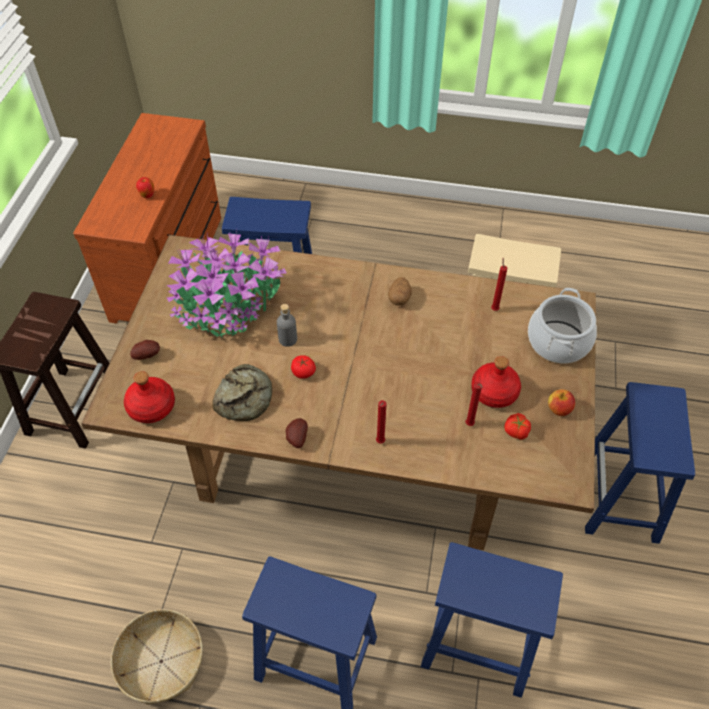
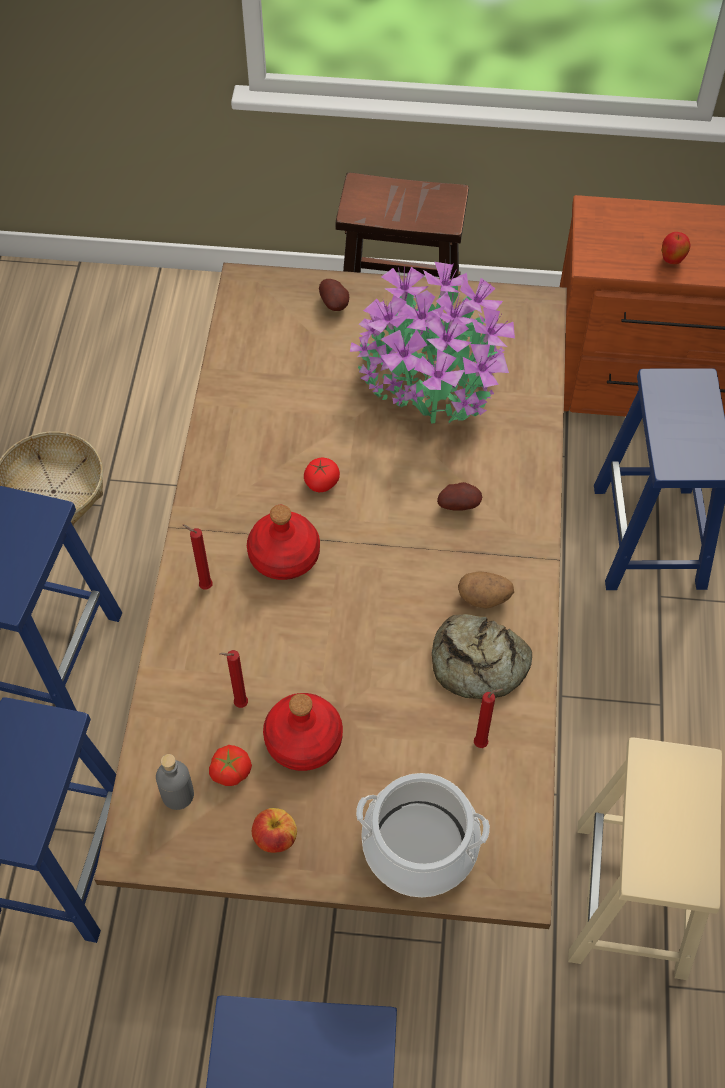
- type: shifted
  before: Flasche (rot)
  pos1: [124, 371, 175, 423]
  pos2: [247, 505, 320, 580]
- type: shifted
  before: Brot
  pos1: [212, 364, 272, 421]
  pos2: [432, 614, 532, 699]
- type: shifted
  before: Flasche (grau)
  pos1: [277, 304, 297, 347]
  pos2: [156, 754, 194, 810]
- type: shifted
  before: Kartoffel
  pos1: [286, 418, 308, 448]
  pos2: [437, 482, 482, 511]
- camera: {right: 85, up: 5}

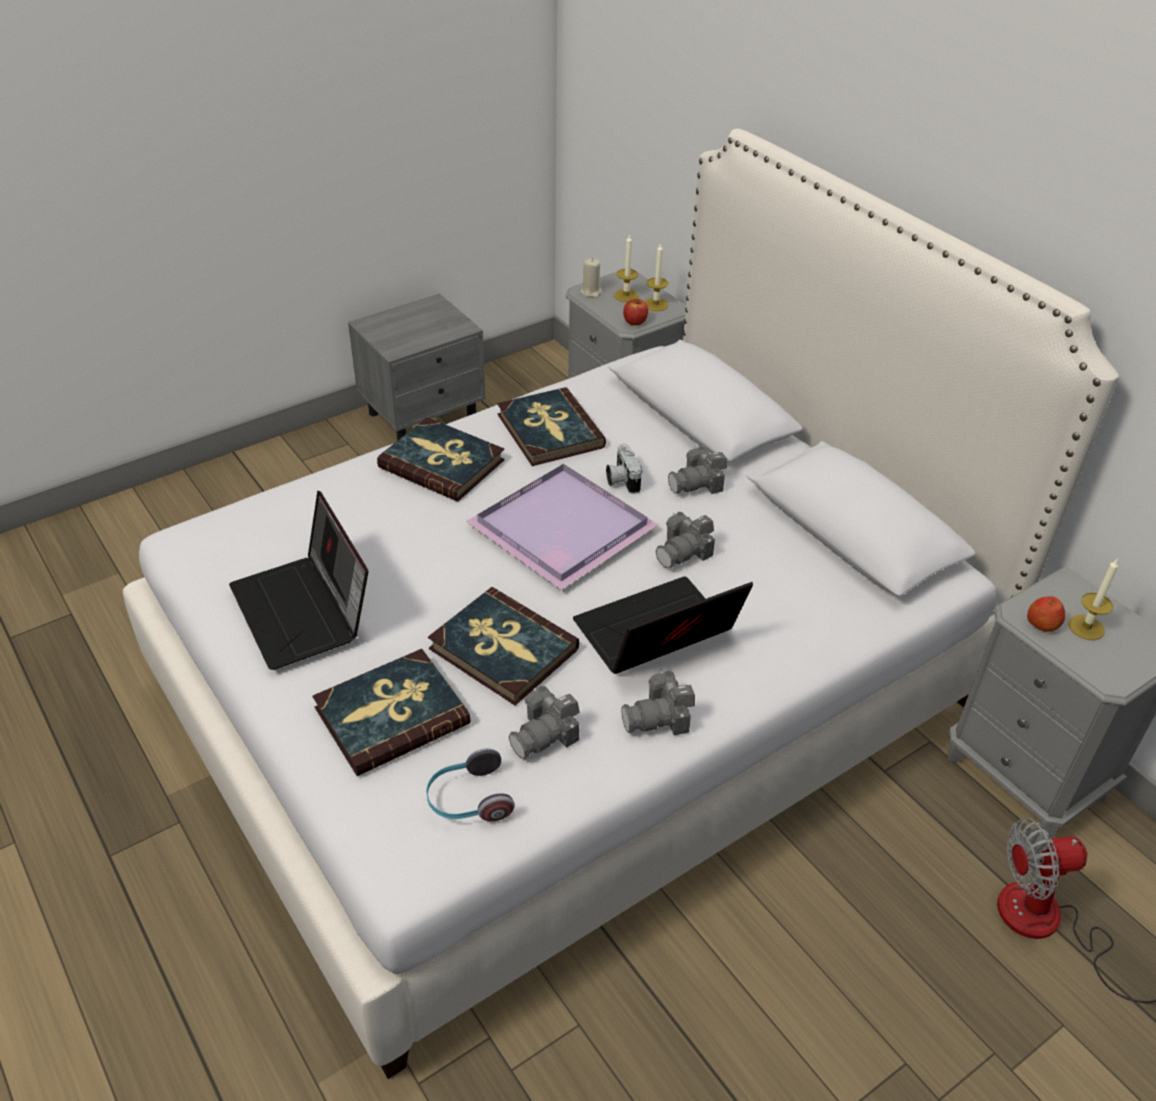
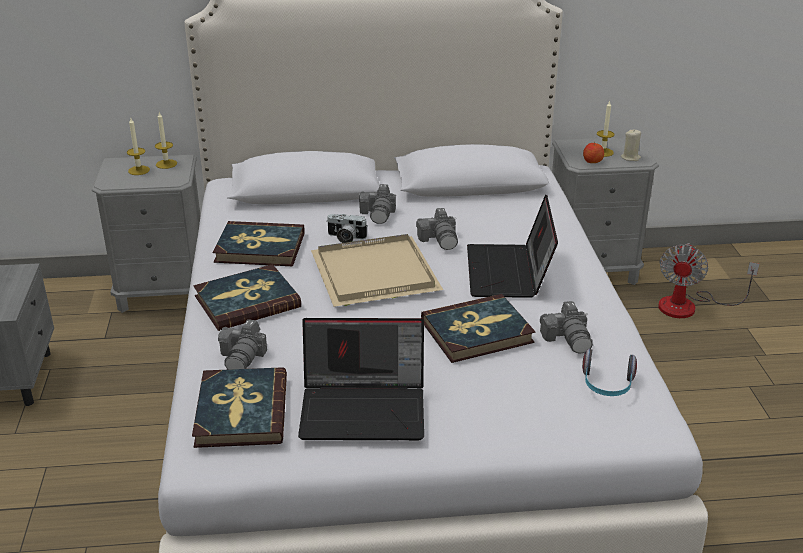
- type: shifted
  before: Buch
  pos1: [312, 649, 471, 776]
  pos2: [192, 367, 287, 448]
- type: repainted
  before: Tablett (lila)
  after: Tablett (beige)
  pos1: [466, 464, 658, 590]
  pos2: [311, 234, 443, 307]
- type: shifted
  before: Kerze (beige)
  pos1: [581, 258, 602, 298]
  pos2: [621, 129, 641, 161]
- type: shifted
  before: Kamera
  pos1: [621, 671, 695, 735]
  pos2: [218, 319, 267, 370]
- type: gone
  before: Apfel
  pos1: [623, 299, 648, 326]
- camera: {right: -60, up: -10}

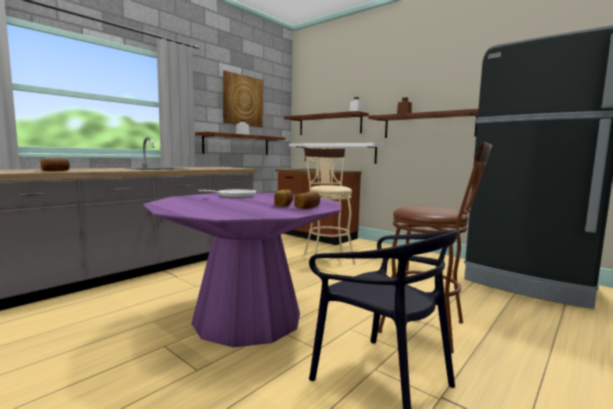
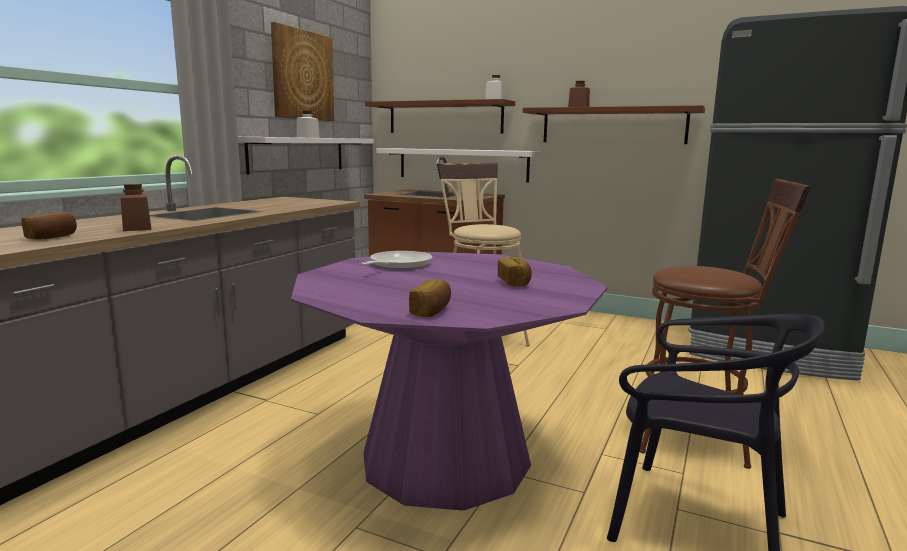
- type: repainted
  before: Wandregal (braun)
  after: Wandregal (weiß)
  pos1: [195, 132, 285, 155]
  pos2: [238, 137, 374, 175]
- type: shifted
  before: Brot
  pos1: [294, 192, 320, 209]
  pos2: [409, 279, 451, 317]
- type: new
  after: Vorratsglas (braun)
  pos2: [120, 184, 151, 231]
- camera: {right: -15, up: 5}

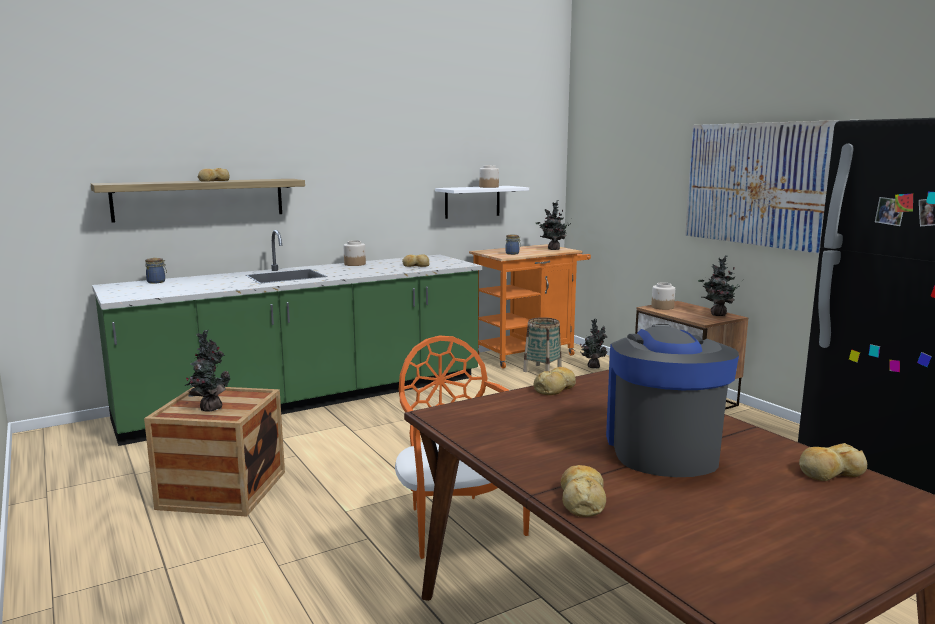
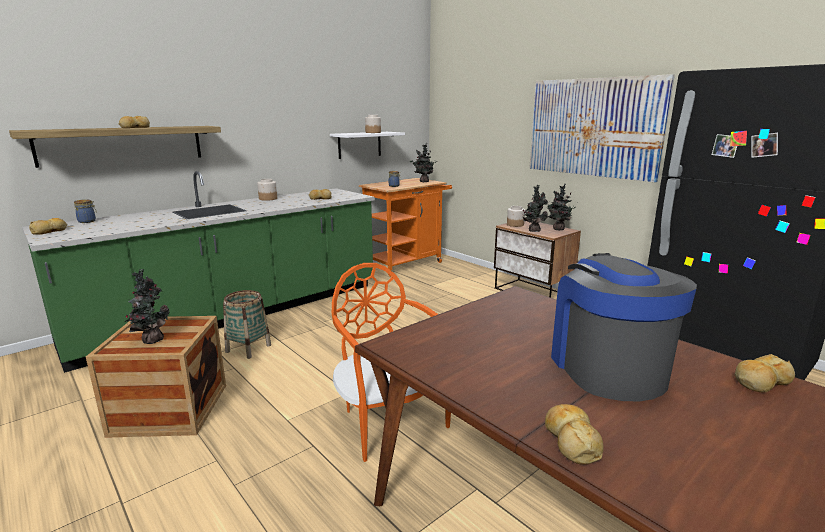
- type: shifted
  before: Korb
  pos1: [523, 317, 562, 372]
  pos2: [223, 290, 271, 359]
- type: shifted
  before: Brot
  pos1: [534, 367, 576, 395]
  pos2: [29, 218, 67, 235]
- type: shifted
  before: Topfpflanze
  pos1: [580, 319, 608, 368]
  pos2: [523, 185, 548, 232]
- camera: {right: -10, up: 5}

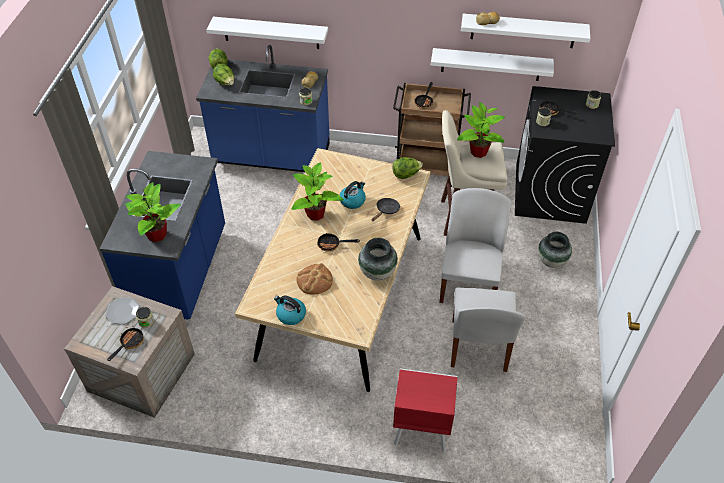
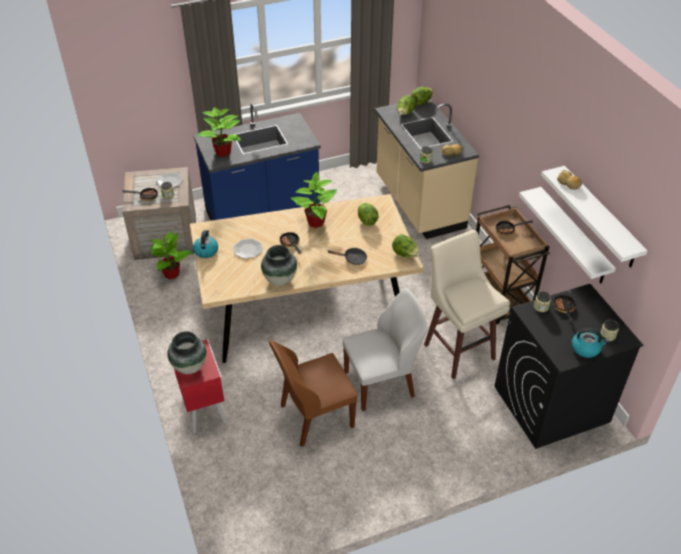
- type: repainted
  before: Küchenzeile (blau)
  after: Küchenzeile (beige)
  pos1: [196, 45, 330, 172]
  pos2: [375, 99, 479, 239]
- type: gone
  before: Wandregal (weiß)
  pos1: [207, 17, 328, 49]
- type: swapped
  before: Brot
  after: Teller
  pos1: [296, 263, 333, 294]
  pos2: [233, 238, 263, 259]
- type: shifted
  before: Wasserkessel
  pos1: [340, 181, 366, 209]
  pos2: [572, 328, 609, 358]
- type: repainted
  before: Stuhl (weiß)
  after: Stuhl (braun)
  pos1: [451, 288, 526, 372]
  pos2: [269, 340, 357, 447]
- type: shifted
  before: Topfpflanze
  pos1: [457, 102, 505, 158]
  pos2: [150, 231, 192, 279]
- type: shifted
  before: Vase
  pos1: [538, 232, 572, 268]
  pos2: [167, 331, 207, 374]
- type: new
  after: Salatkopf
  pos2: [358, 202, 378, 226]
- camera: {right: 60, up: -5}

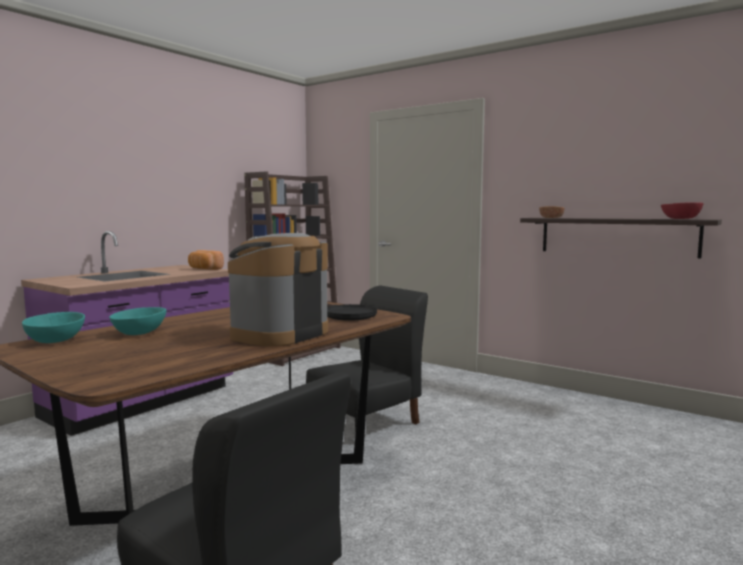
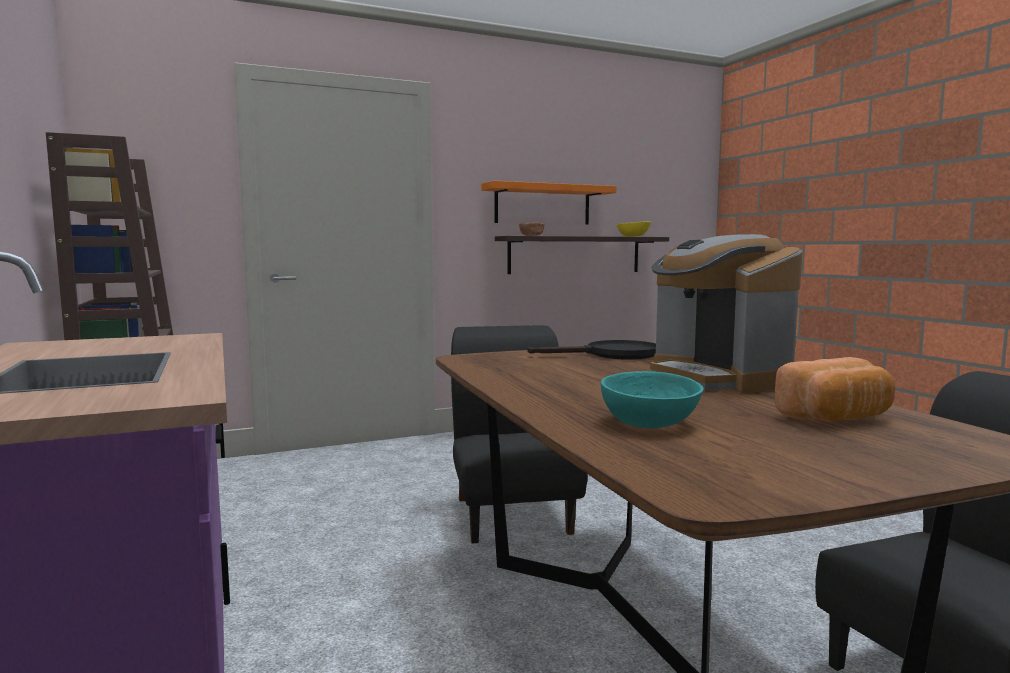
- type: gone
  before: Schüssel (türkis)
  pos1: [22, 312, 85, 343]
- type: shifted
  before: Brot
  pos1: [188, 250, 224, 270]
  pos2: [775, 357, 895, 422]
- type: repainted
  before: Schüssel (rot)
  after: Schüssel (gelb)
  pos1: [661, 202, 704, 219]
  pos2: [617, 221, 651, 237]
- type: new
  after: Wandregal (orange)
  pos2: [481, 181, 617, 225]
- camera: {right: -60, up: 0}

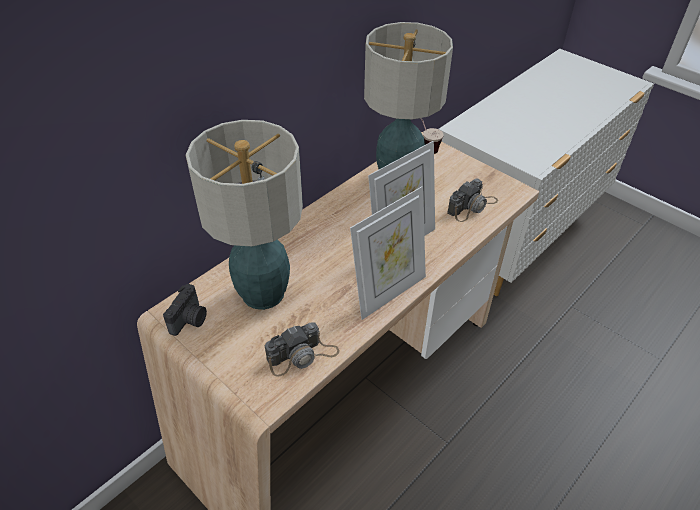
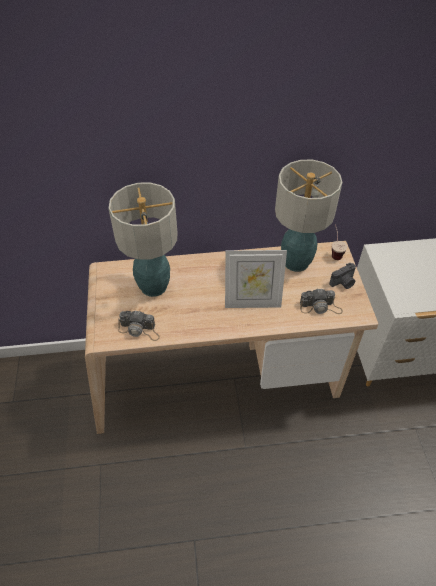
- type: shifted
  before: Kamera
  pos1: [163, 284, 207, 336]
  pos2: [329, 263, 356, 289]
- type: gone
  before: Bilderrahmen
  pos1: [350, 186, 426, 320]
- camera: {right: 40, up: 5}

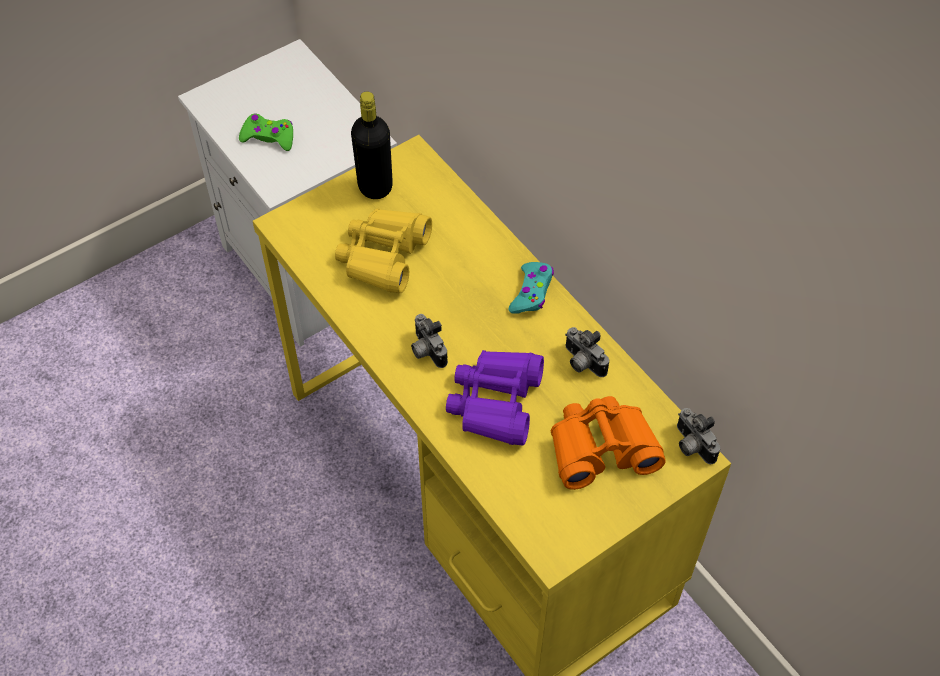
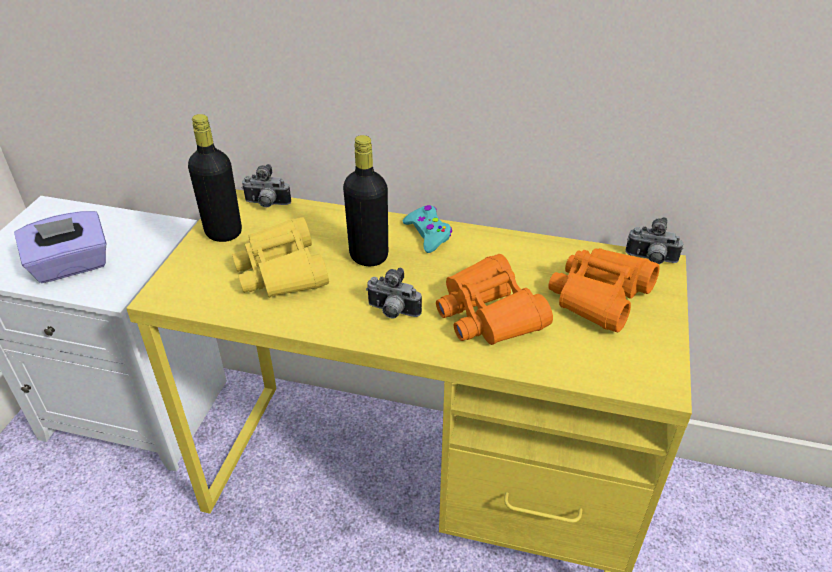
- type: swapped
  before: Gamepad (grün)
  after: Taschentuchbox (lila)
  pos1: [239, 114, 293, 151]
  pos2: [14, 211, 106, 283]
- type: repainted
  before: Fernglas (lila)
  after: Fernglas (orange)
  pos1: [446, 350, 544, 445]
  pos2: [436, 254, 553, 345]
- type: shifted
  before: Kamera
  pos1: [565, 327, 609, 377]
  pos2: [242, 164, 291, 207]
- type: new
  after: Flasche (schwarz)
  pos2: [343, 135, 388, 266]
- camera: {right: -40, up: -15}

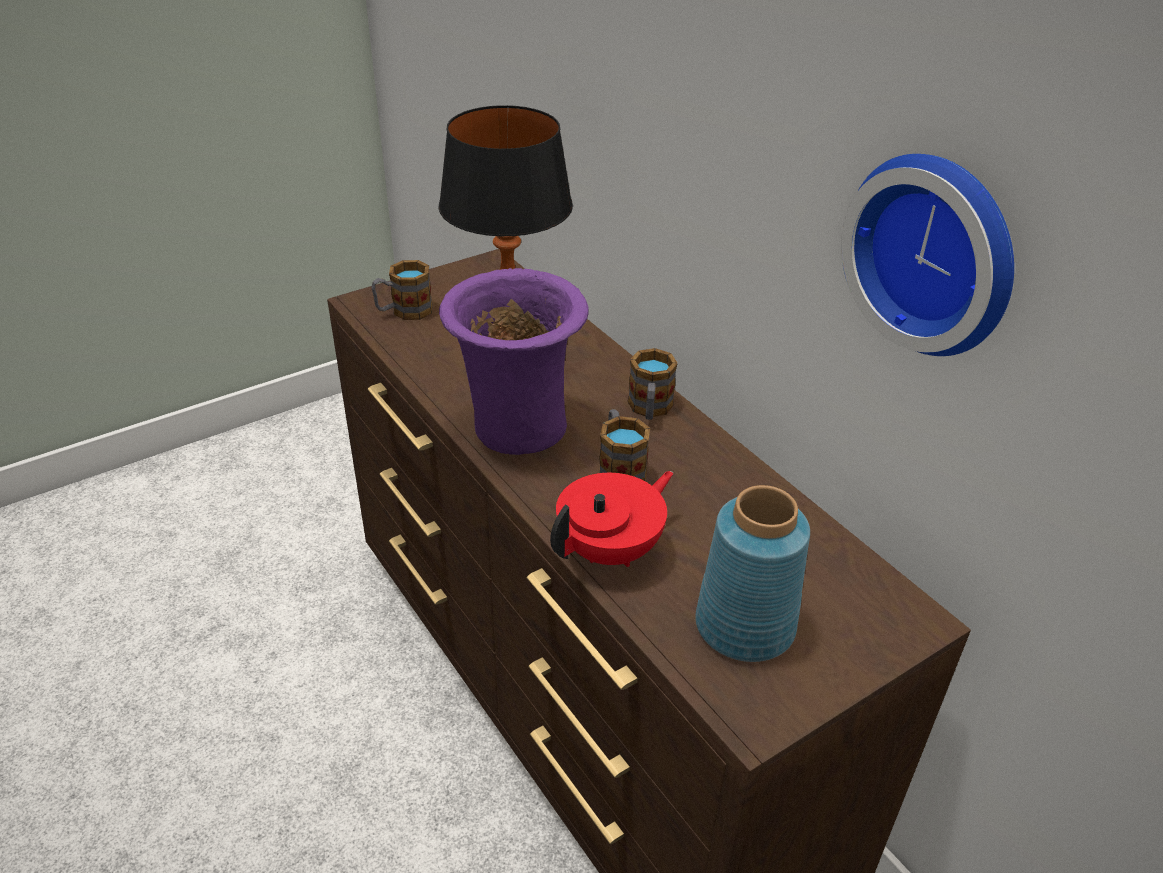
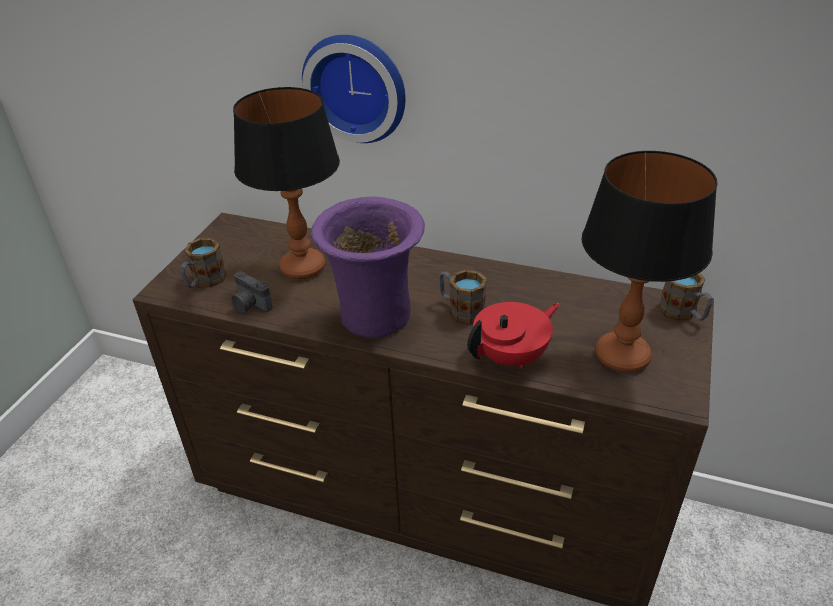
- type: rotated
  before: Teekanne (rot)
  pos1: [550, 471, 673, 567]
  pos2: [467, 302, 559, 369]
  turn: 45
- type: shifted
  before: Henkelbecher
  pos1: [628, 348, 678, 420]
  pos2: [659, 273, 713, 321]
- type: swapped
  before: Vase (blau)
  after: Tischlampe
  pos1: [695, 485, 810, 662]
  pos2: [582, 151, 718, 372]
- type: shifted
  before: Wanduhr
  pos1: [841, 154, 1014, 356]
  pos2: [302, 35, 406, 143]
- type: new
  after: Kamera
  pos2: [231, 271, 273, 313]
- camera: {right: -35, up: 0}

